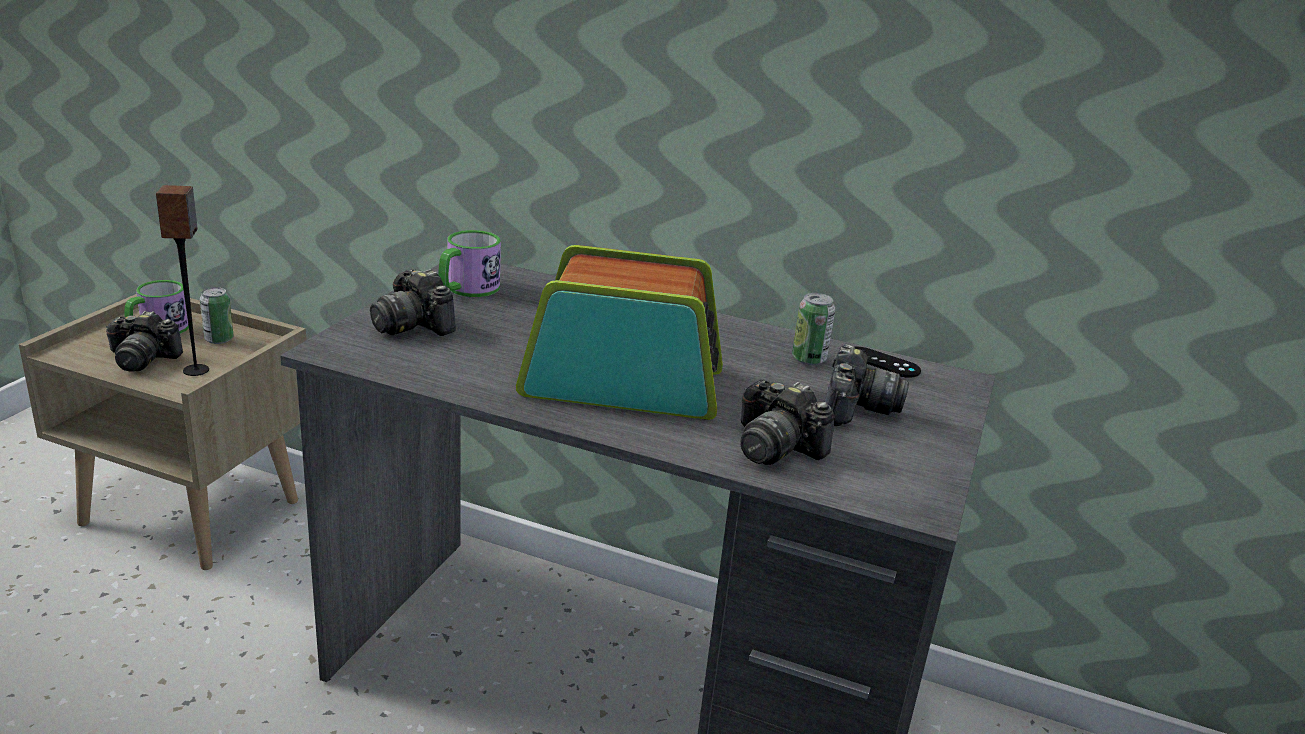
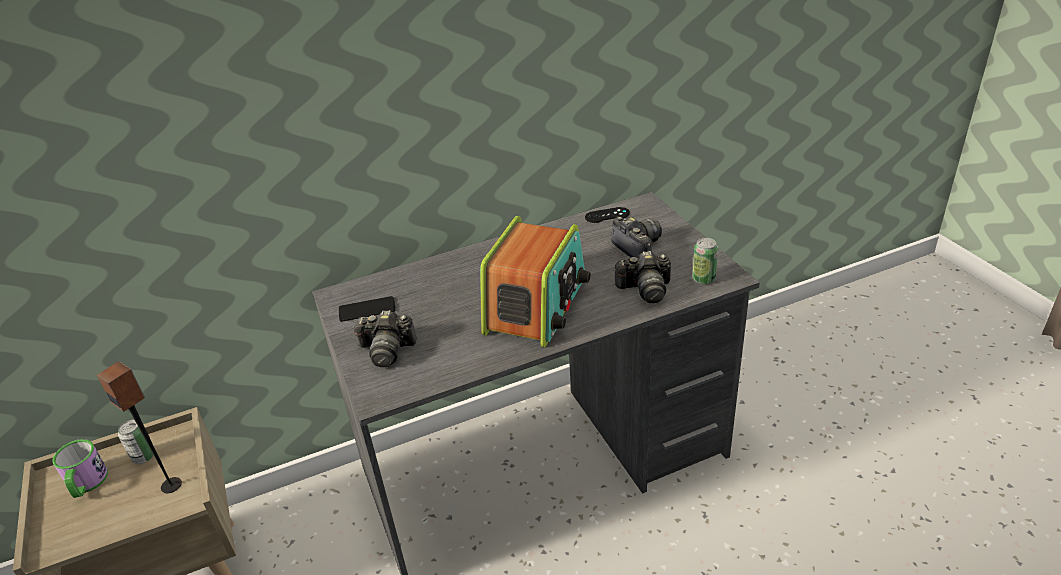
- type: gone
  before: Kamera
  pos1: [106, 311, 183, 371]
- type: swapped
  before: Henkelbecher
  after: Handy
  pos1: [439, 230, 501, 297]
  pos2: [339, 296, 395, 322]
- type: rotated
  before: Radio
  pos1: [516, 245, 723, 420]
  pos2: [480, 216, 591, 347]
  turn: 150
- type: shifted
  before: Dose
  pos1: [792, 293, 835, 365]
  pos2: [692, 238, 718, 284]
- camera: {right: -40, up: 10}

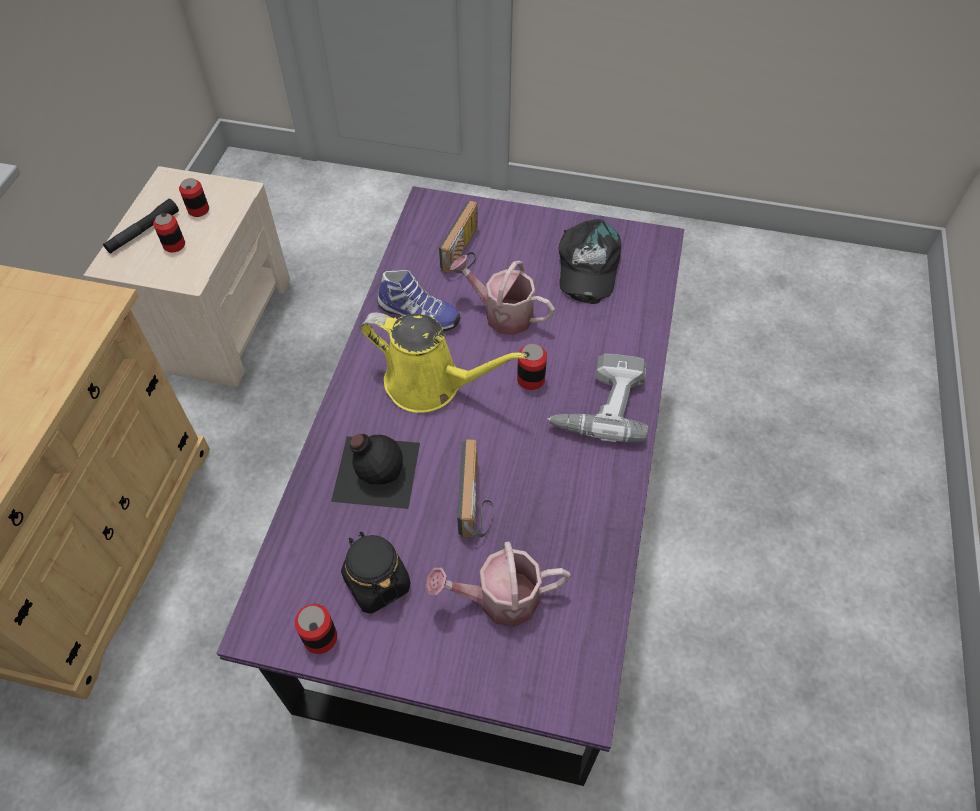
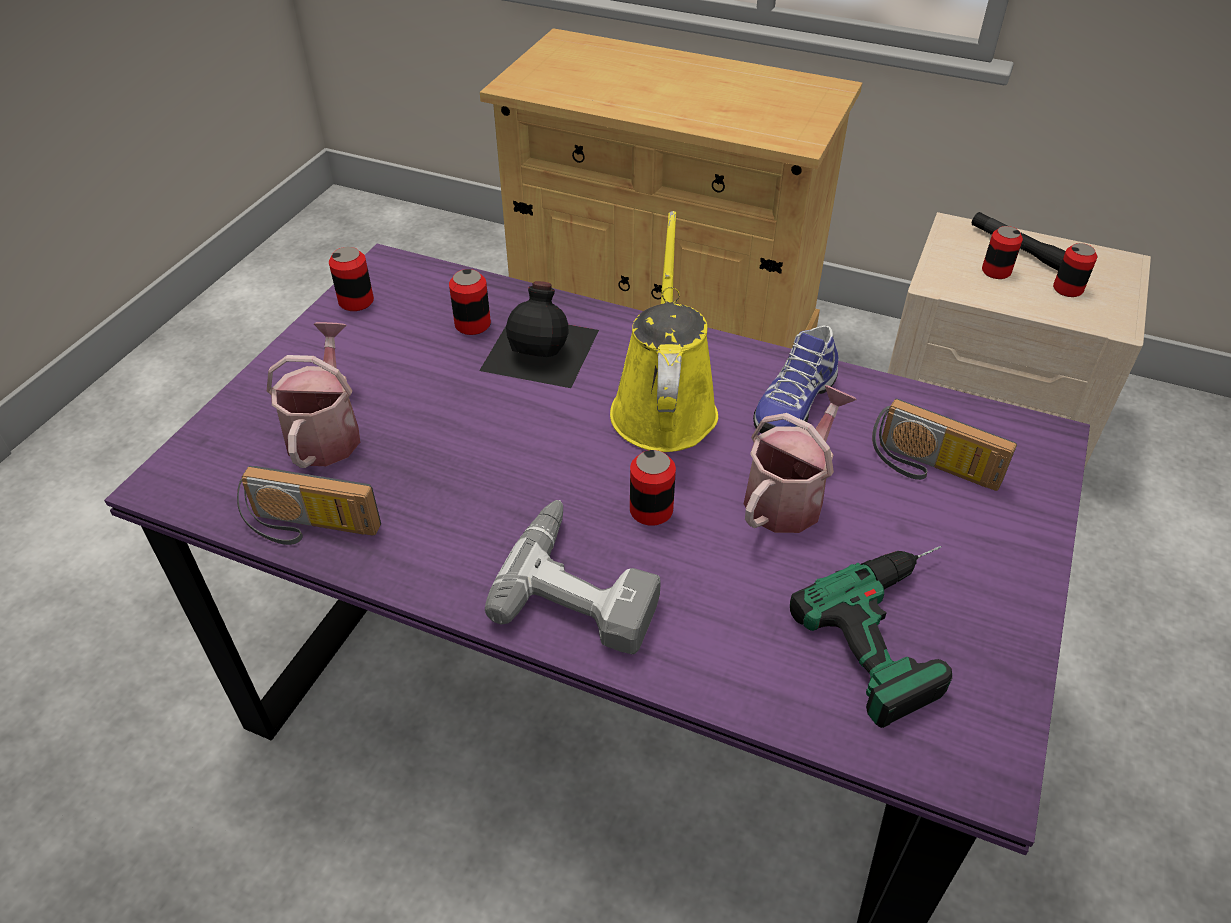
- type: gone
  before: Vorratsglas (schwarz)
  pos1: [341, 532, 410, 614]
- type: rotated
  before: Gießkanne (gelb)
  pos1: [361, 312, 527, 413]
  pos2: [610, 211, 718, 452]
  turn: 150
- type: shifted
  before: Radio
  pos1: [457, 439, 494, 538]
  pos2: [237, 466, 381, 545]
- type: swapped
  before: Kappe (schwarz)
  after: Bohrmaschine
  pos1: [559, 219, 621, 304]
  pos2: [790, 546, 952, 728]
- type: new
  after: Dose
  pos2: [449, 269, 491, 335]
- camera: {right: 100, up: -10}

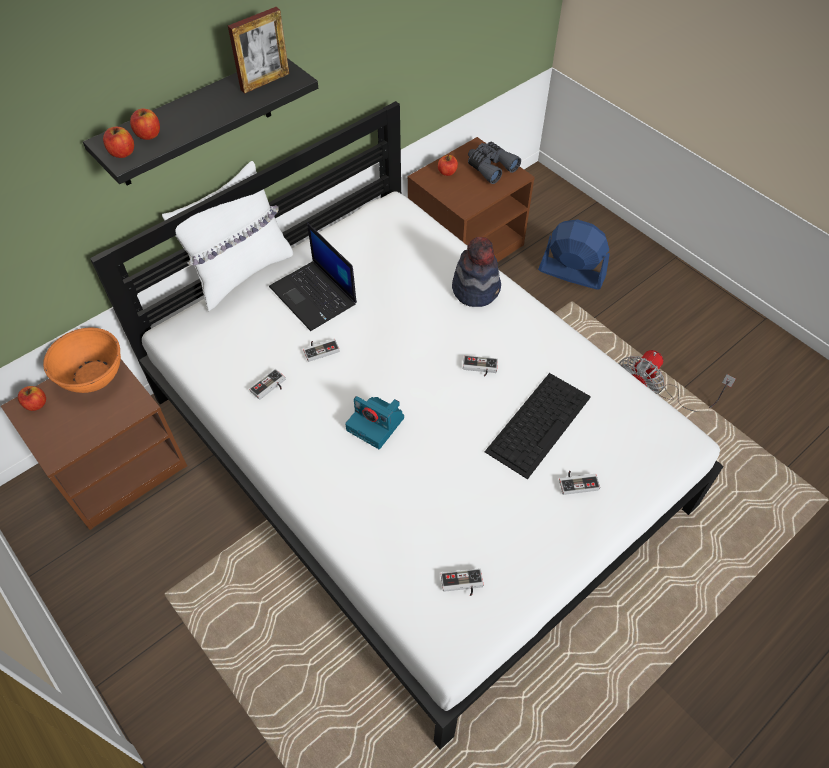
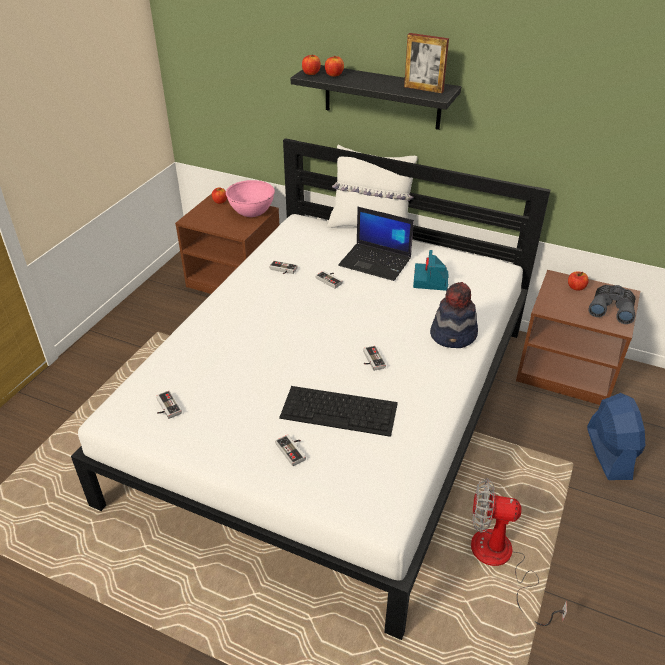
- type: repainted
  before: Schüssel (orange)
  after: Schüssel (rosa)
  pos1: [43, 328, 121, 393]
  pos2: [226, 180, 275, 217]
- type: rotated
  before: Laptop
  pos1: [269, 223, 357, 331]
  pos2: [338, 207, 414, 281]
  turn: -90
- type: shifted
  before: Kamera
  pos1: [345, 396, 404, 449]
  pos2: [413, 250, 449, 291]
- camera: {right: 65, up: -15}

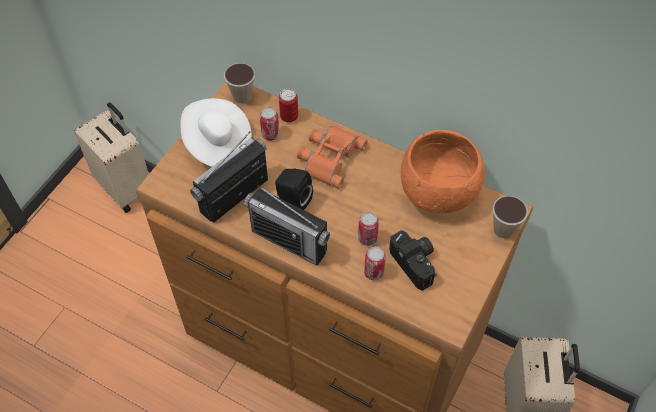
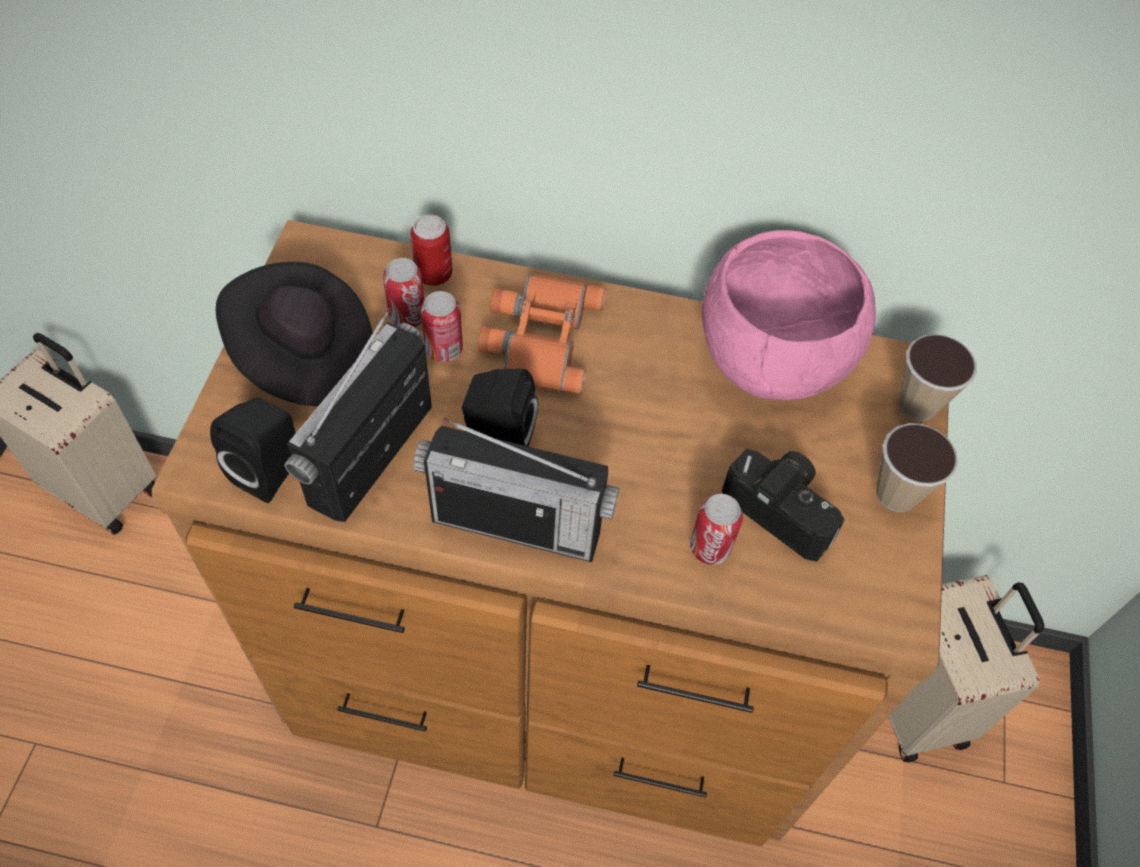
- type: repainted
  before: Hut (weiß)
  after: Hut (schwarz)
  pos1: [181, 98, 252, 167]
  pos2: [216, 262, 373, 406]
- type: shifted
  before: Tasse
  pos1: [224, 63, 255, 104]
  pos2: [876, 423, 958, 512]
- type: shifted
  before: Dose
  pos1: [358, 212, 379, 246]
  pos2: [421, 291, 463, 362]
- type: repainted
  before: Schüssel (orange)
  after: Schüssel (rosa)
  pos1: [401, 129, 485, 213]
  pos2: [702, 230, 876, 400]
- type: new
  after: Lautsprecher (schwarz)
  pos2: [210, 398, 295, 503]
- camera: {right: -20, up: 0}

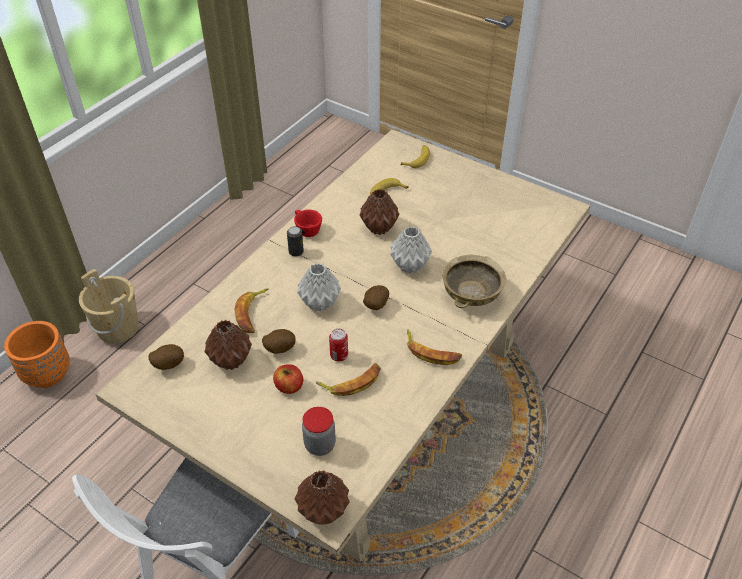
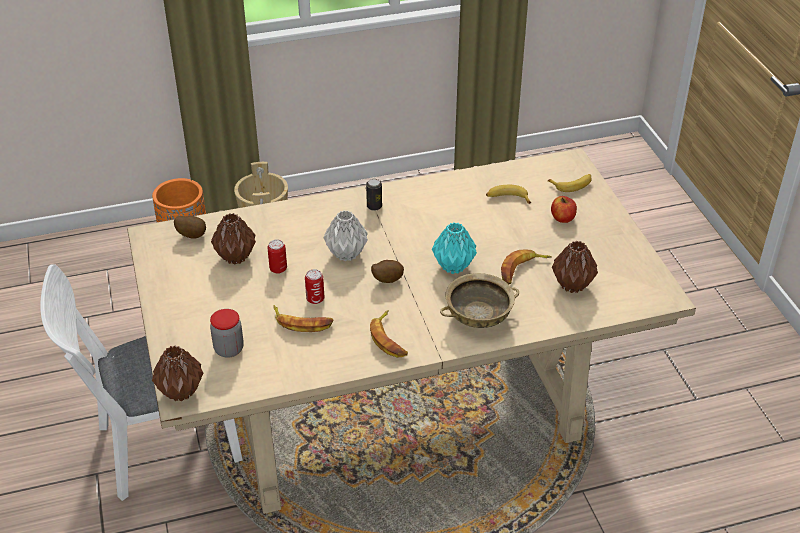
- type: shifted
  before: Banane
  pos1: [235, 288, 269, 333]
  pos2: [501, 250, 552, 284]
- type: swapped
  before: Kartoffel
  after: Dose
  pos1: [262, 329, 296, 354]
  pos2: [267, 240, 287, 274]
- type: shifted
  before: Apfel
  pos1: [273, 364, 303, 394]
  pos2: [551, 196, 577, 223]
- type: gone
  before: Tasse (rot)
  pos1: [294, 210, 322, 237]
- type: shifted
  before: Vase (braun)
  pos1: [360, 189, 400, 235]
  pos2: [552, 241, 598, 293]
- type: repainted
  before: Vase (grau)
  after: Vase (türkis)
  pos1: [390, 227, 432, 274]
  pos2: [432, 222, 477, 274]
- camera: {right: 40, up: -5}

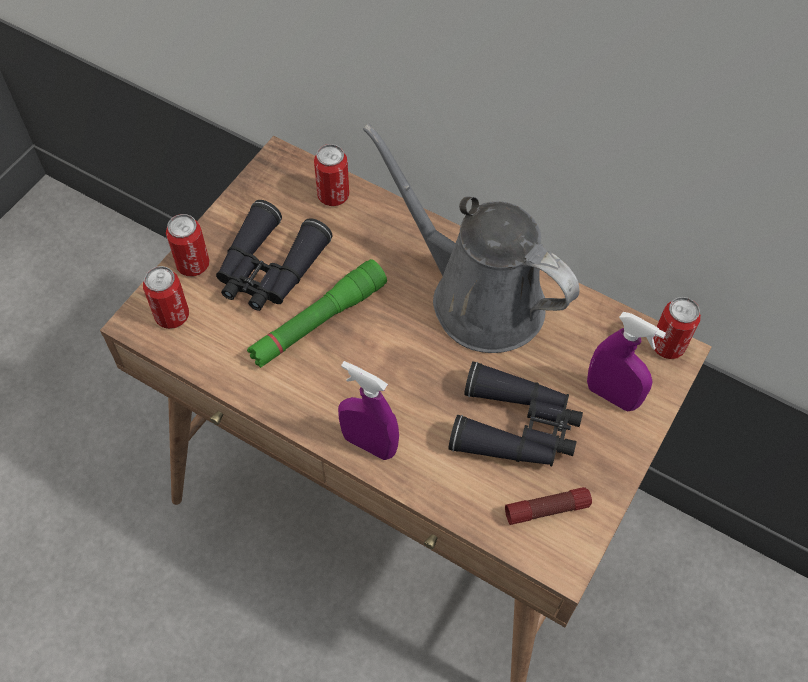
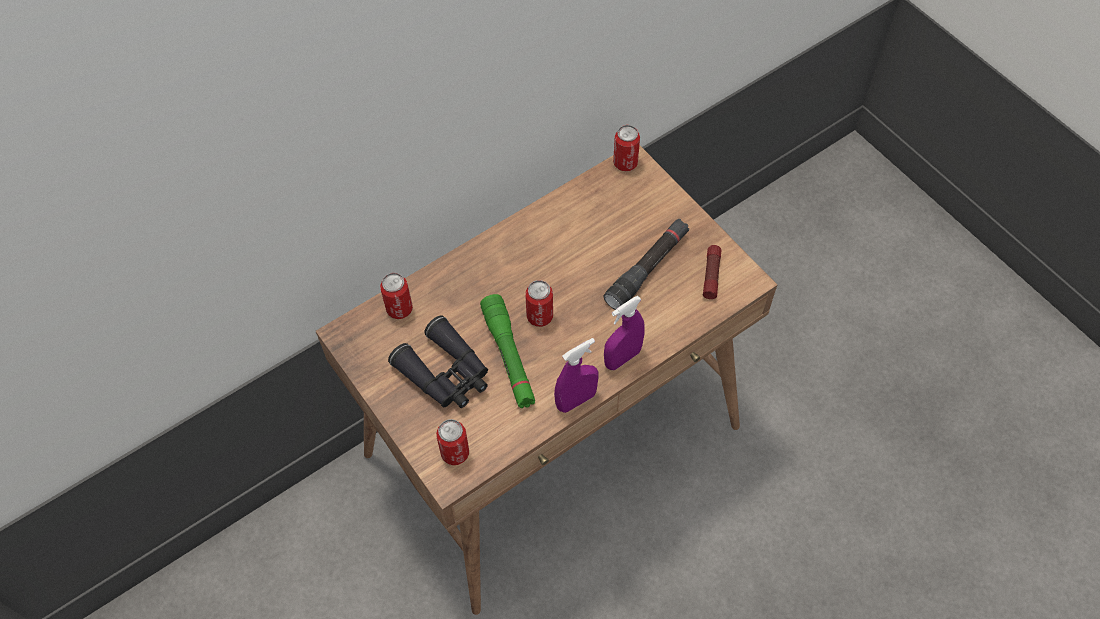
- type: shifted
  before: Dose
  pos1: [166, 214, 210, 277]
  pos2: [525, 280, 553, 327]
- type: gone
  before: Gießkanne (grau)
  pos1: [363, 123, 580, 353]
- type: swapped
  before: Fernglas (schwarz)
  after: Taschenlampe (schwarz)
  pos1: [448, 362, 583, 466]
  pos2: [603, 219, 689, 310]
- type: shifted
  before: Sprühflasche (lila)
  pos1: [587, 312, 666, 411]
  pos2: [554, 338, 598, 413]
- camera: {right: -65, up: 0}

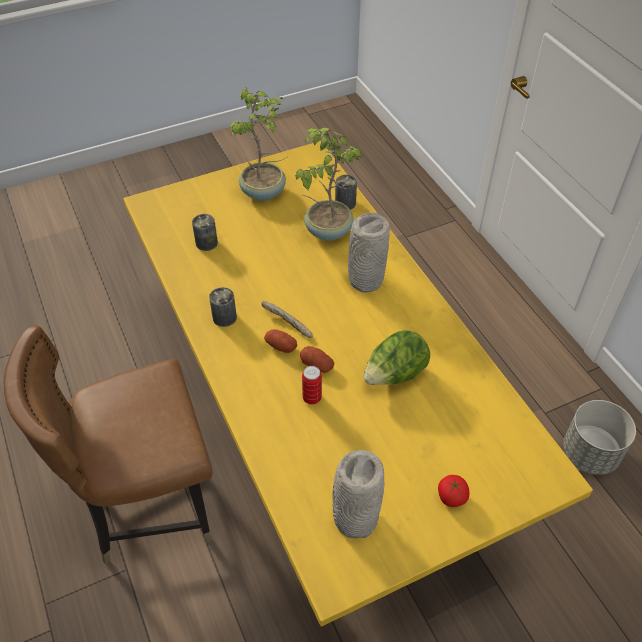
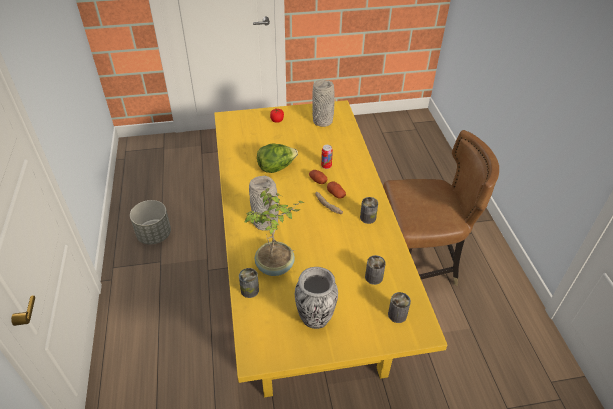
- type: swapped
  before: Topfpflanze
  after: Vase
  pos1: [229, 87, 287, 201]
  pos2: [295, 267, 338, 329]
- type: new
  after: Dose
  pos2: [388, 292, 411, 323]
- camera: {right: -165, up: -5}

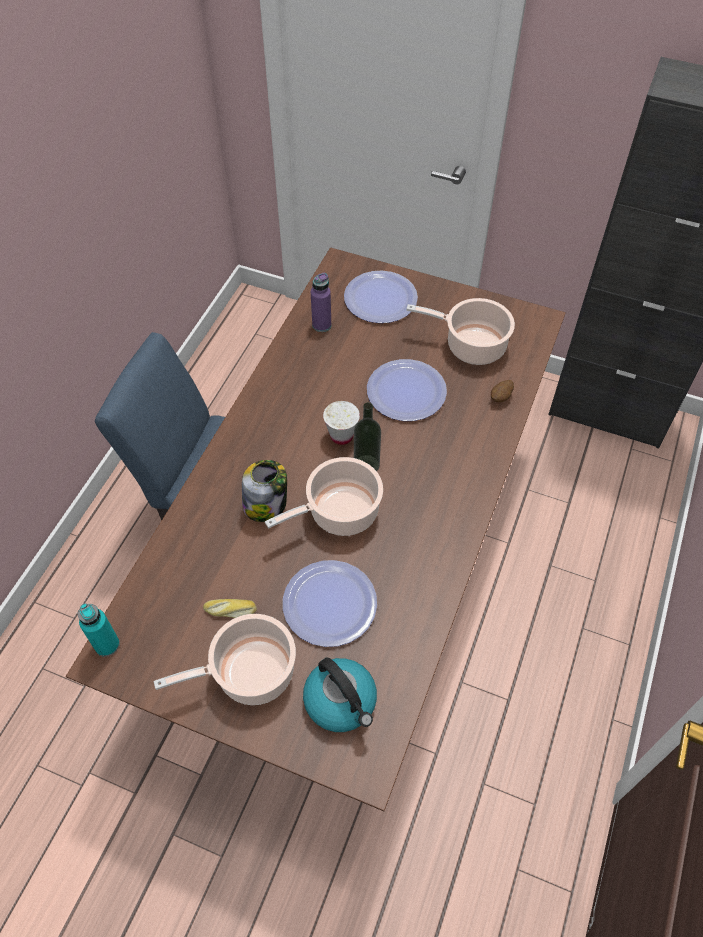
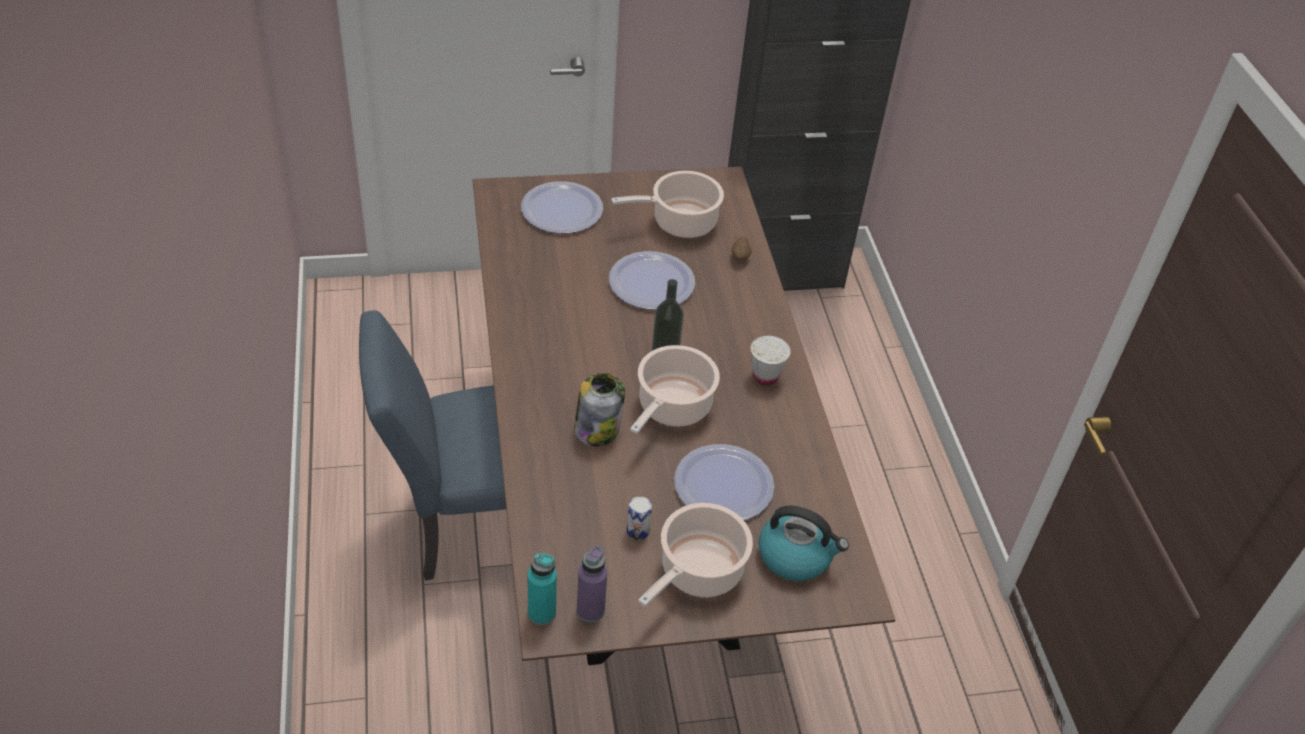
- type: swapped
  before: Brot
  after: Dose
  pos1: [203, 599, 257, 618]
  pos2: [627, 496, 652, 540]
- type: shifted
  before: Flasche (lila)
  pos1: [311, 273, 331, 332]
  pos2: [577, 546, 607, 623]
- type: shifted
  before: Tasse (weiß)
  pos1: [323, 401, 360, 445]
  pos2: [750, 336, 791, 385]
- camera: {right: -35, up: -10}

